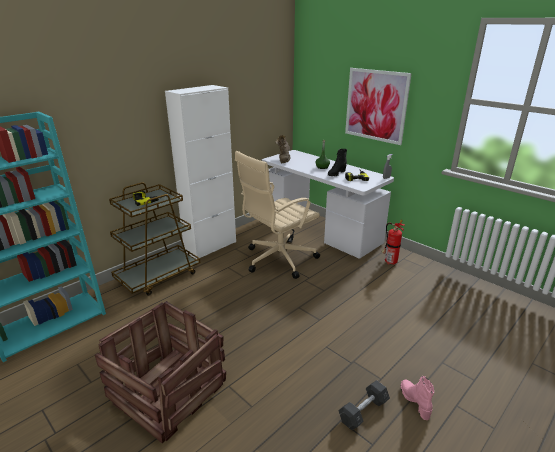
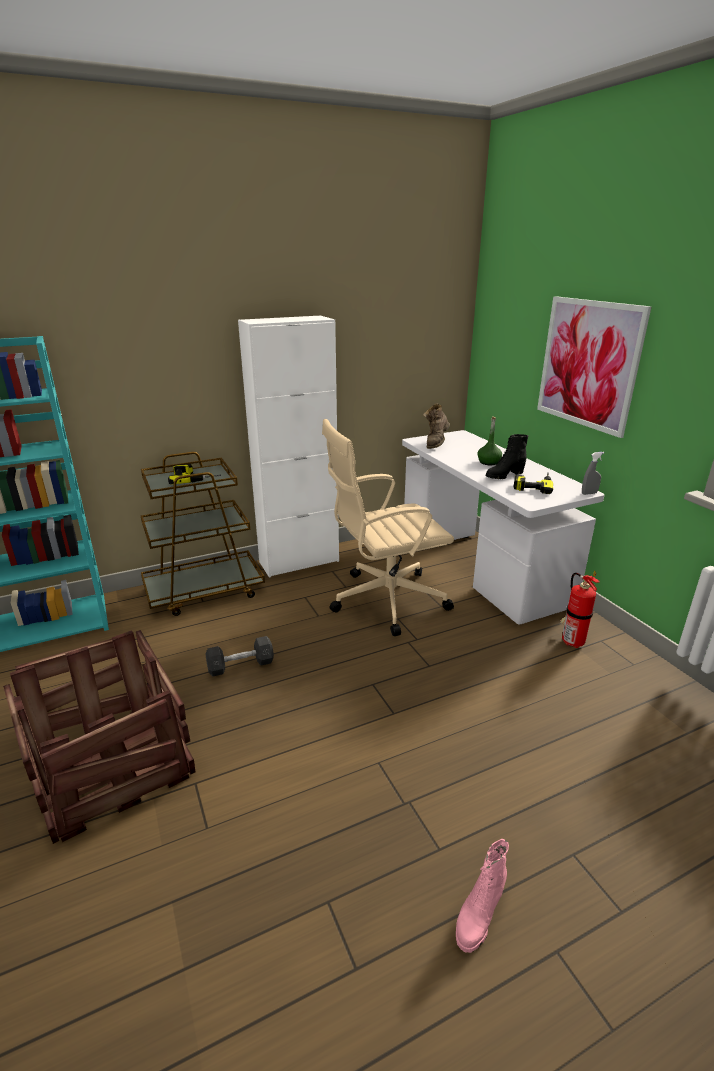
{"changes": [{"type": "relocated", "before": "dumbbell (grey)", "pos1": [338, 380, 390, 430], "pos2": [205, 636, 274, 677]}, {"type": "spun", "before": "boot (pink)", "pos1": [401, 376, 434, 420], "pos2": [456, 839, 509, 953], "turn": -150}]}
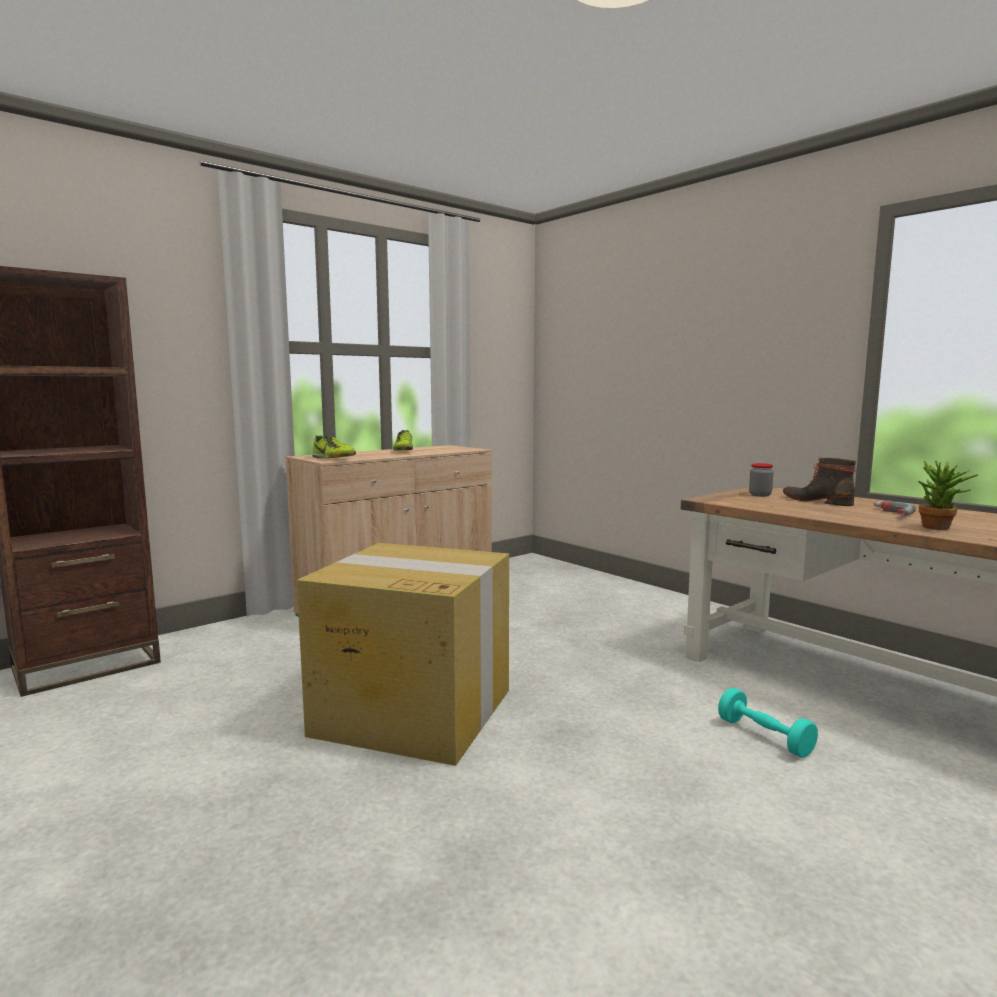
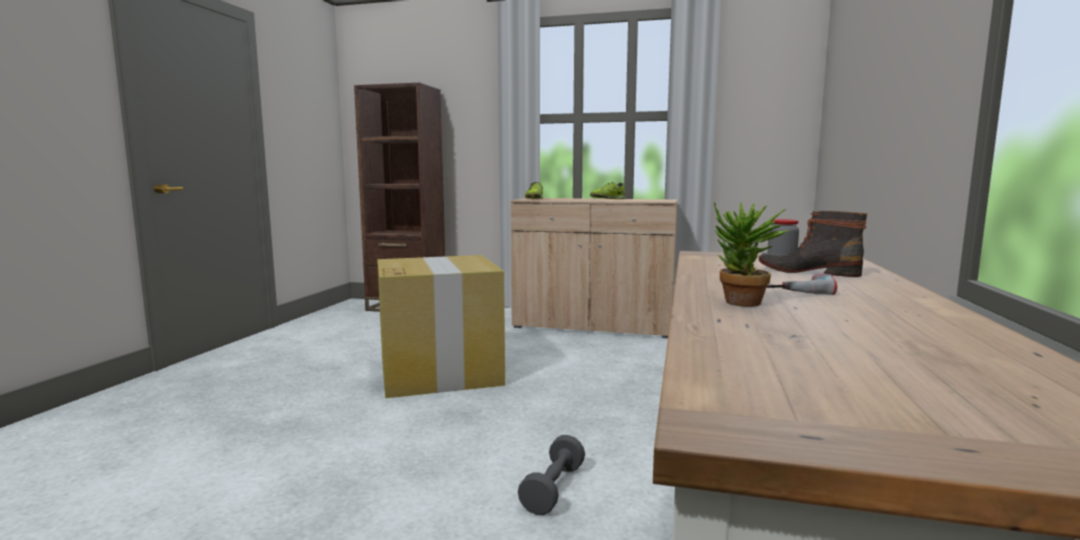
{"changes": [{"type": "colour", "before": "dumbbell (turquoise)", "after": "dumbbell (grey)", "pos1": [718, 688, 818, 758], "pos2": [518, 435, 585, 515]}, {"type": "spun", "before": "boot", "pos1": [783, 458, 856, 506], "pos2": [759, 211, 867, 277], "turn": -75}]}
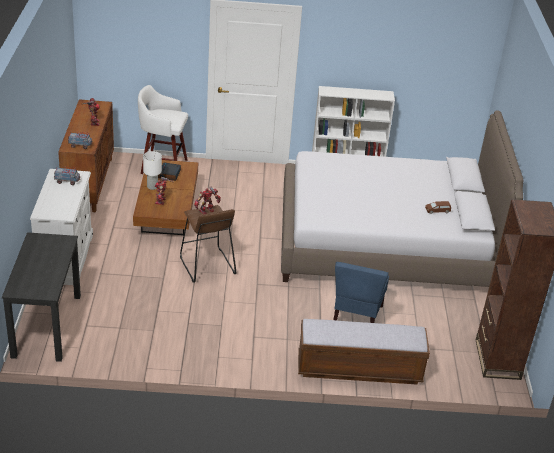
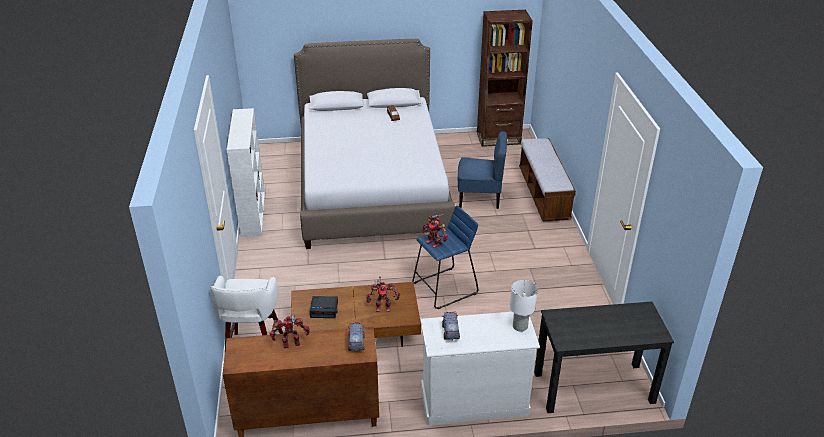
{"changes": [{"type": "relocated", "before": "table lamp (white)", "pos1": [143, 151, 162, 190], "pos2": [510, 280, 538, 332]}, {"type": "colour", "before": "stool (brown)", "after": "stool (blue)", "pos1": [180, 205, 236, 283], "pos2": [412, 205, 479, 309]}]}
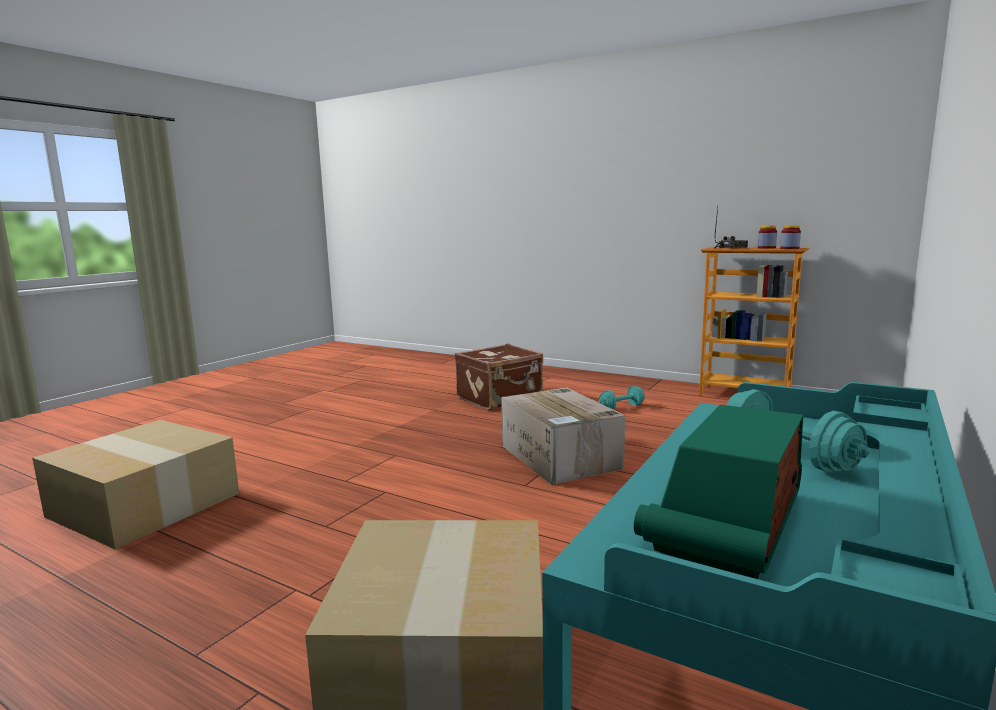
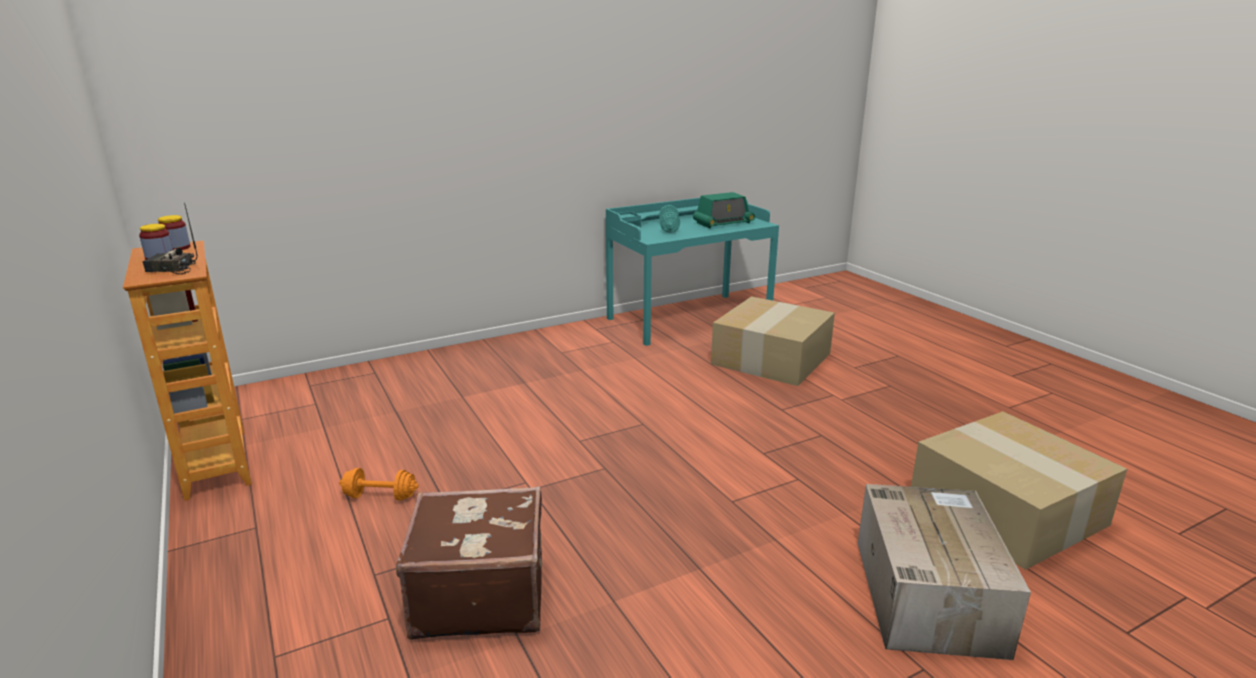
{"changes": [{"type": "relocated", "before": "cardboard box", "pos1": [501, 388, 625, 485], "pos2": [858, 484, 1031, 660]}, {"type": "colour", "before": "dumbbell (turquoise)", "after": "dumbbell (orange)", "pos1": [599, 386, 645, 410], "pos2": [339, 468, 419, 501]}]}
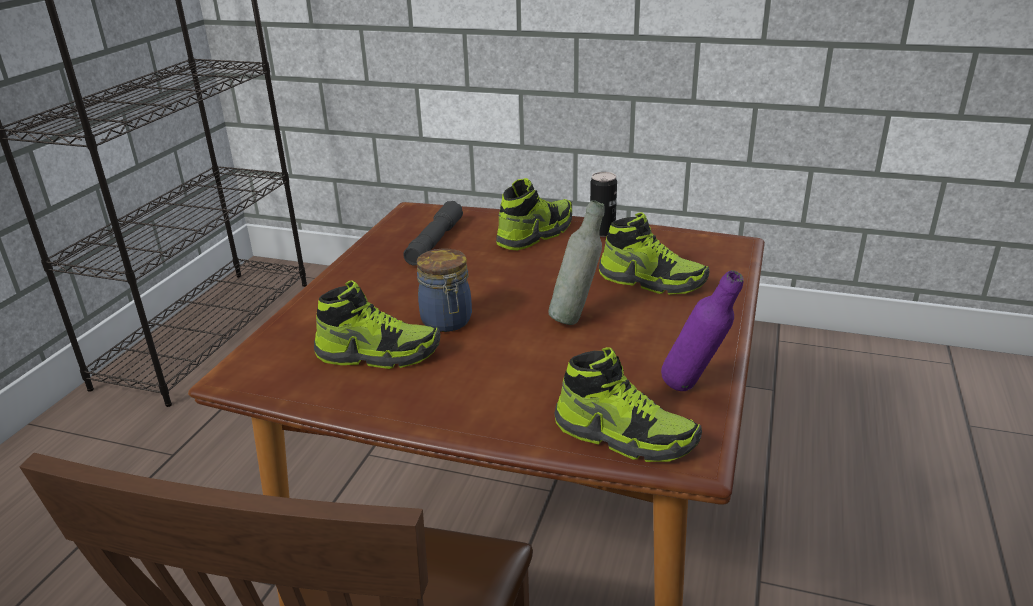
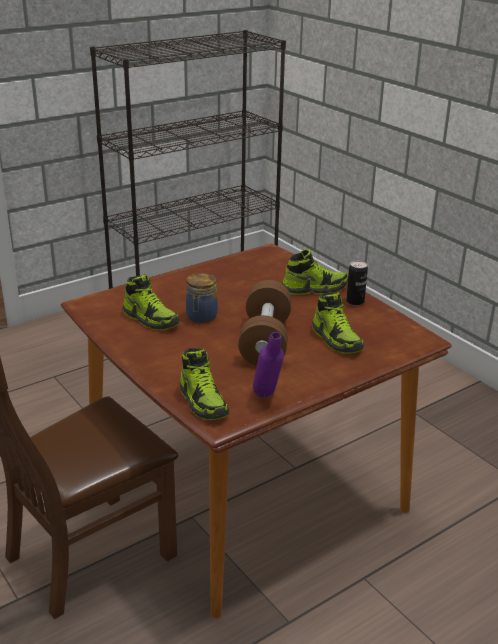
{"changes": [{"type": "missing", "before": "flashlight (grey)", "pos1": [403, 201, 463, 266]}, {"type": "exchanged", "before": "bottle (grey)", "after": "dumbbell (brown)", "pos1": [548, 200, 605, 325], "pos2": [238, 280, 291, 366]}]}
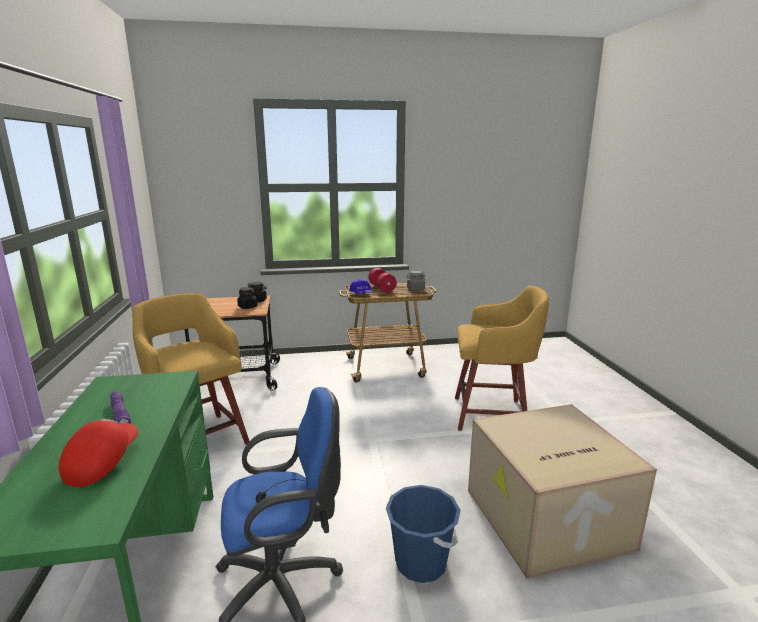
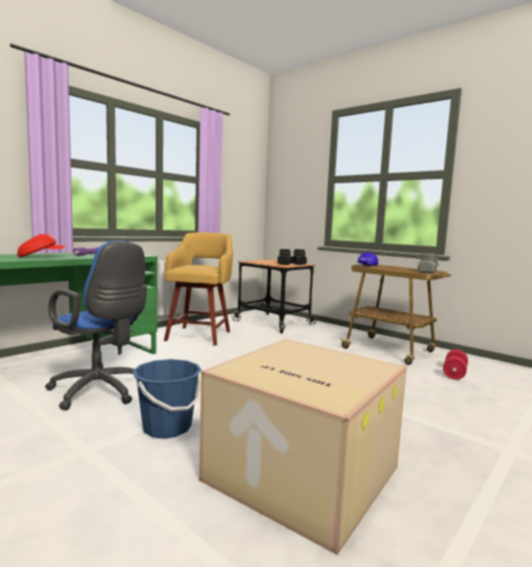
{"changes": [{"type": "relocated", "before": "dumbbell (red)", "pos1": [368, 268, 397, 292], "pos2": [443, 350, 468, 380]}, {"type": "missing", "before": "stool (yellow)", "pos1": [455, 286, 549, 431]}]}
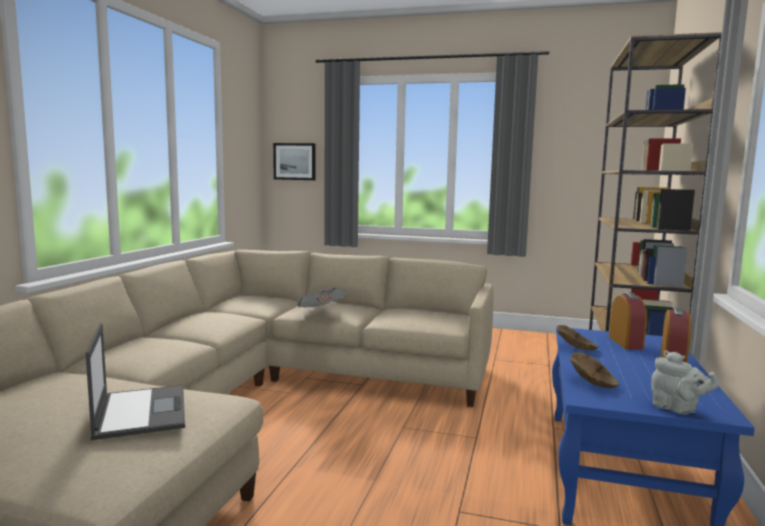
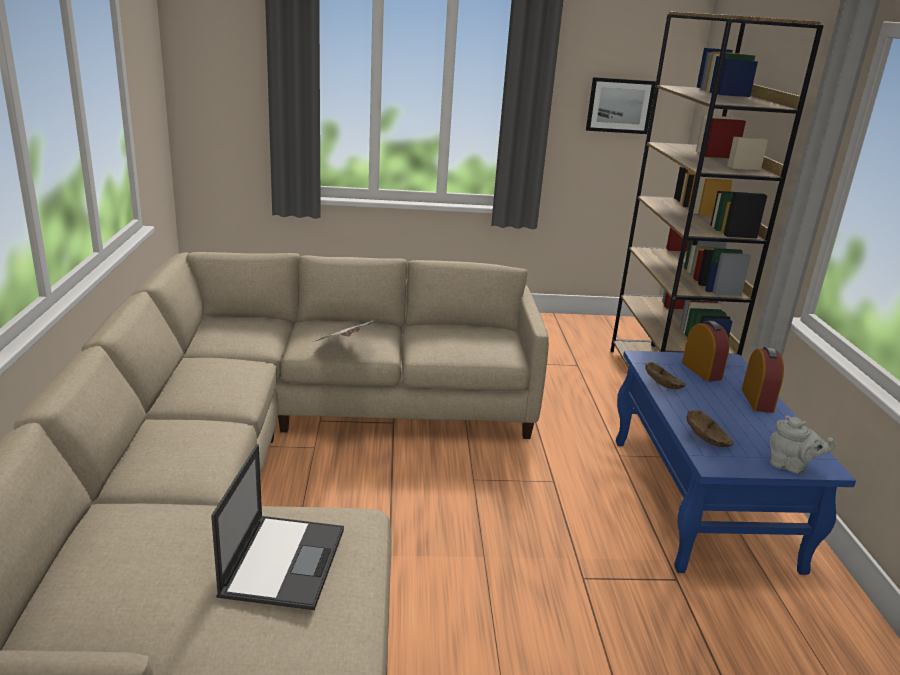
{"changes": [{"type": "spun", "before": "laptop", "pos1": [86, 323, 185, 440], "pos2": [211, 444, 344, 610], "turn": 45}, {"type": "relocated", "before": "picture", "pos1": [273, 143, 315, 180], "pos2": [586, 77, 656, 134]}]}
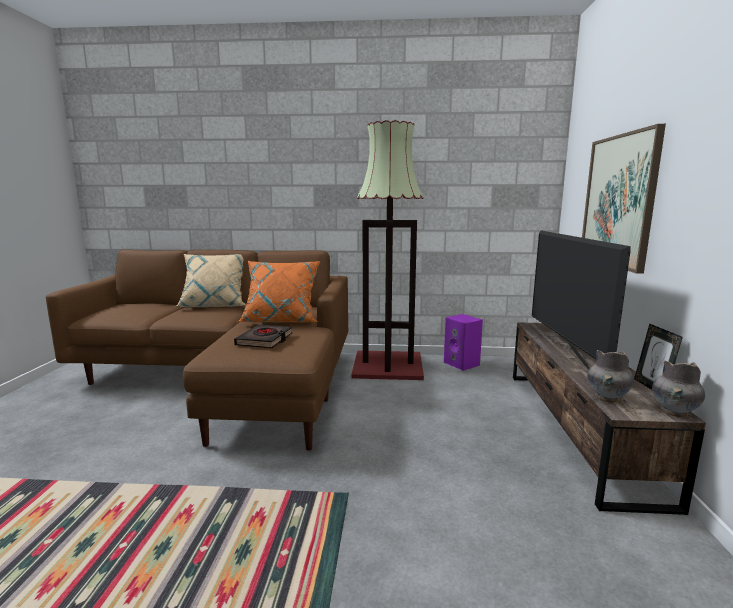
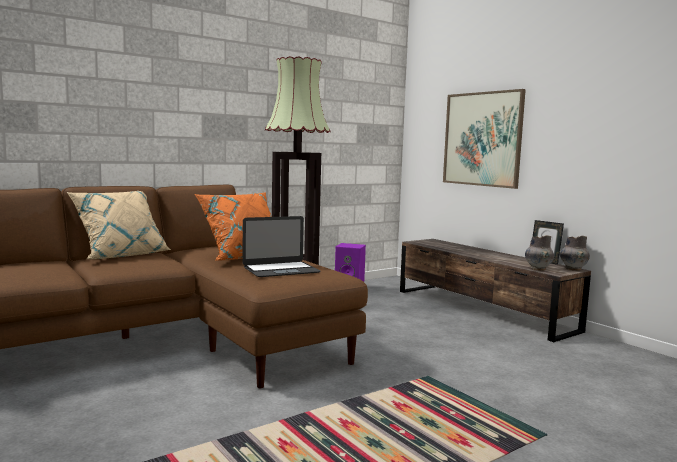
{"changes": [{"type": "exchanged", "before": "book (black)", "after": "laptop", "pos1": [234, 324, 293, 348], "pos2": [243, 216, 320, 277]}, {"type": "missing", "before": "television", "pos1": [532, 230, 631, 370]}]}
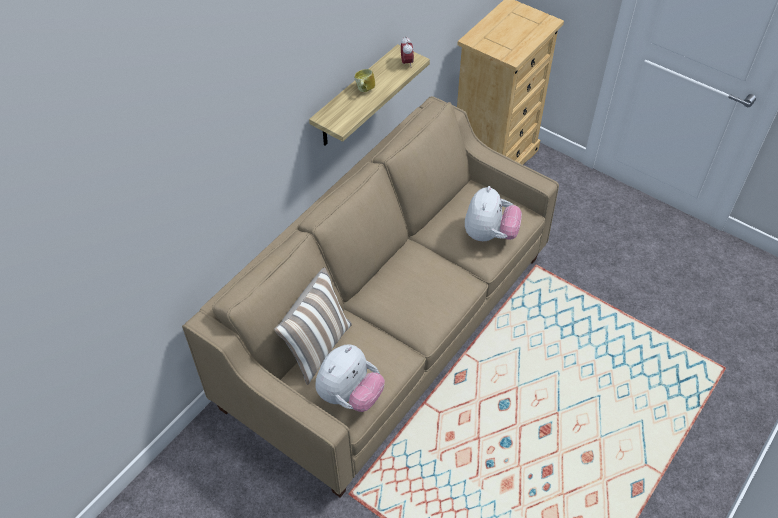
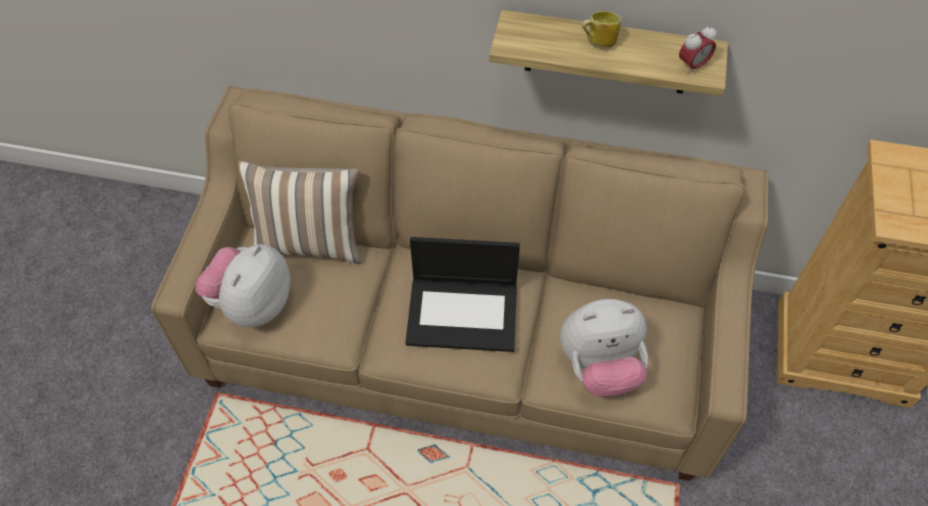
{"changes": [{"type": "spun", "before": "plush toy", "pos1": [315, 345, 385, 412], "pos2": [195, 244, 290, 328], "turn": 105}, {"type": "appeared", "after": "laptop", "pos2": [405, 237, 520, 352]}]}
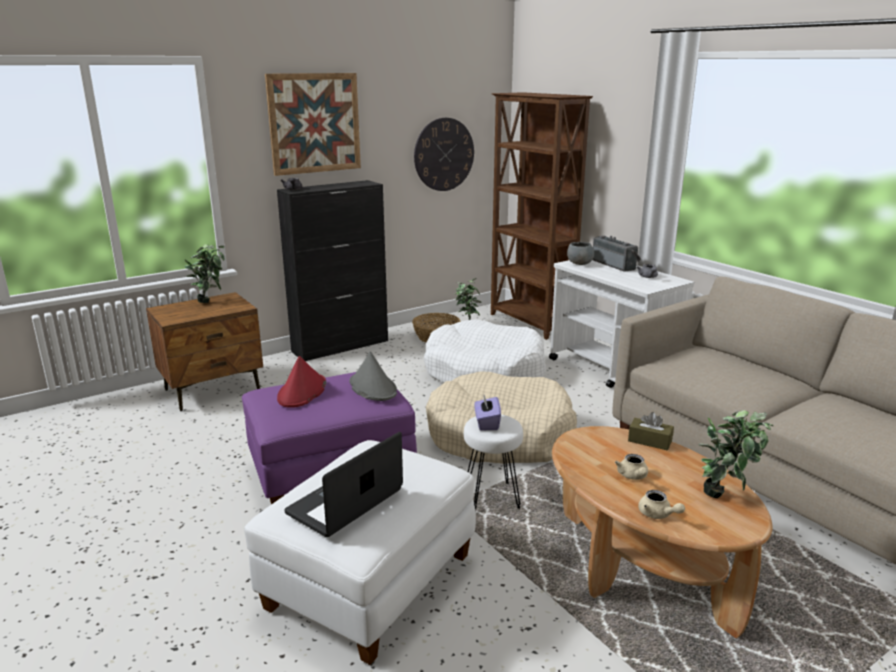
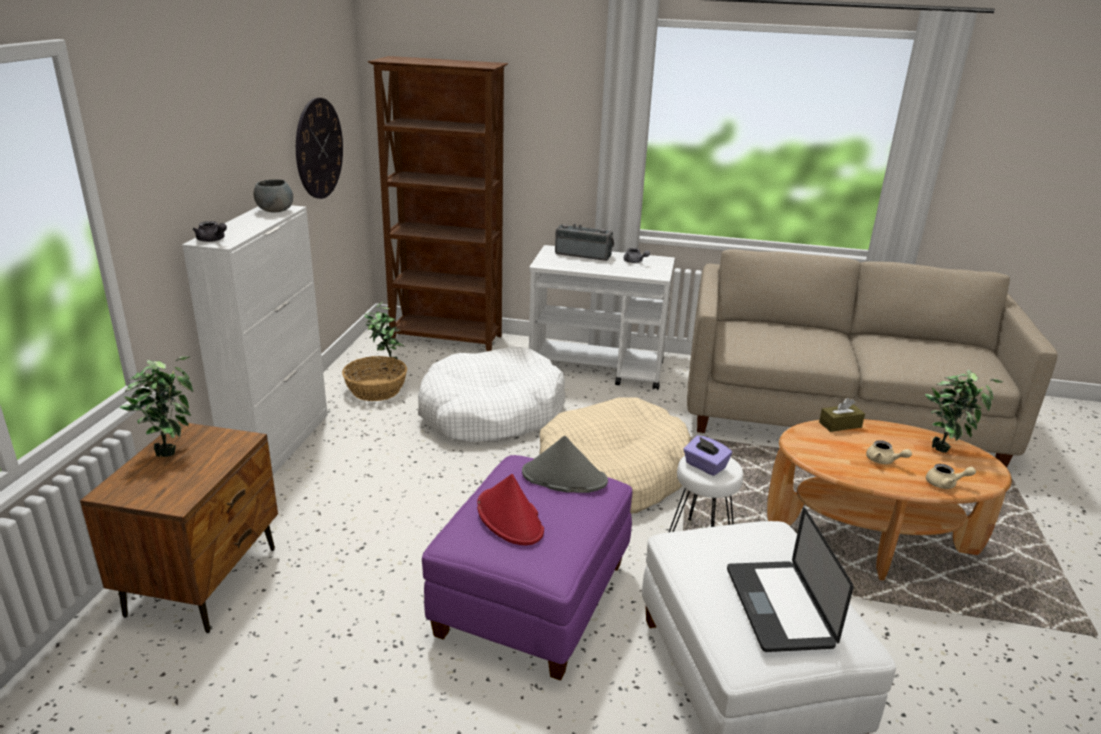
{"changes": [{"type": "missing", "before": "picture", "pos1": [265, 73, 361, 176]}, {"type": "colour", "before": "cabinet (black)", "after": "cabinet (white)", "pos1": [277, 180, 388, 361], "pos2": [182, 205, 328, 476]}, {"type": "relocated", "before": "bowl (grey)", "pos1": [567, 242, 594, 265], "pos2": [254, 179, 293, 213]}]}
